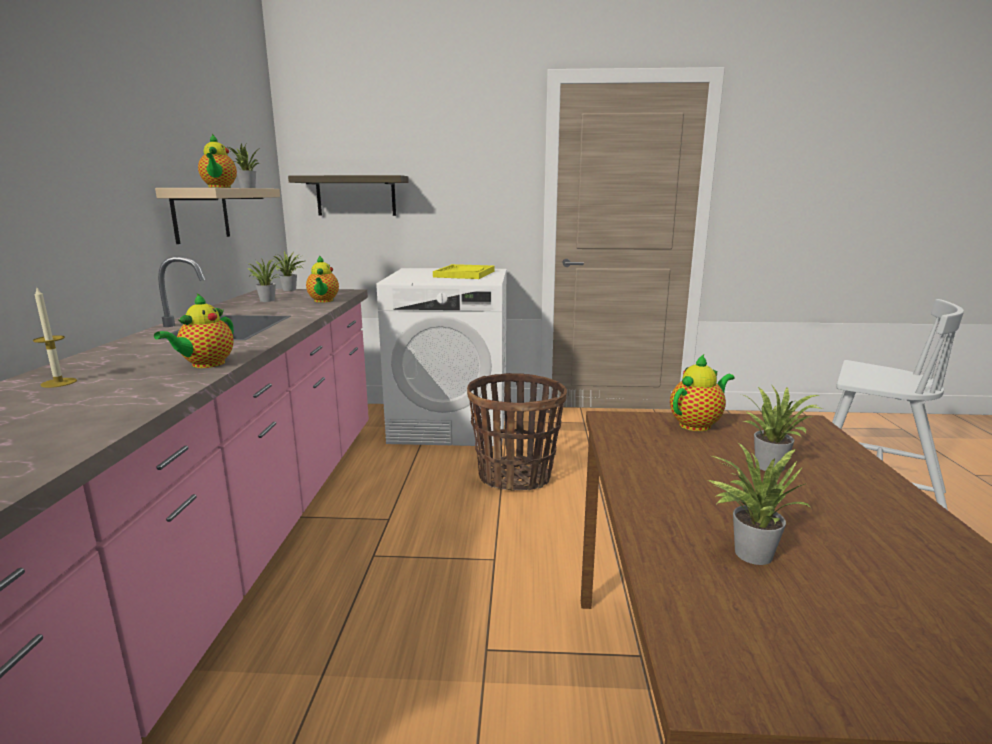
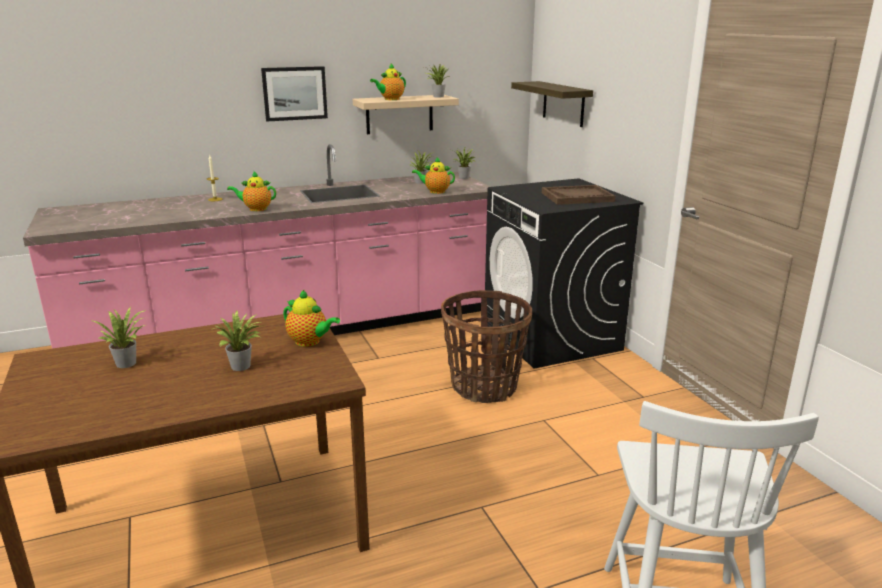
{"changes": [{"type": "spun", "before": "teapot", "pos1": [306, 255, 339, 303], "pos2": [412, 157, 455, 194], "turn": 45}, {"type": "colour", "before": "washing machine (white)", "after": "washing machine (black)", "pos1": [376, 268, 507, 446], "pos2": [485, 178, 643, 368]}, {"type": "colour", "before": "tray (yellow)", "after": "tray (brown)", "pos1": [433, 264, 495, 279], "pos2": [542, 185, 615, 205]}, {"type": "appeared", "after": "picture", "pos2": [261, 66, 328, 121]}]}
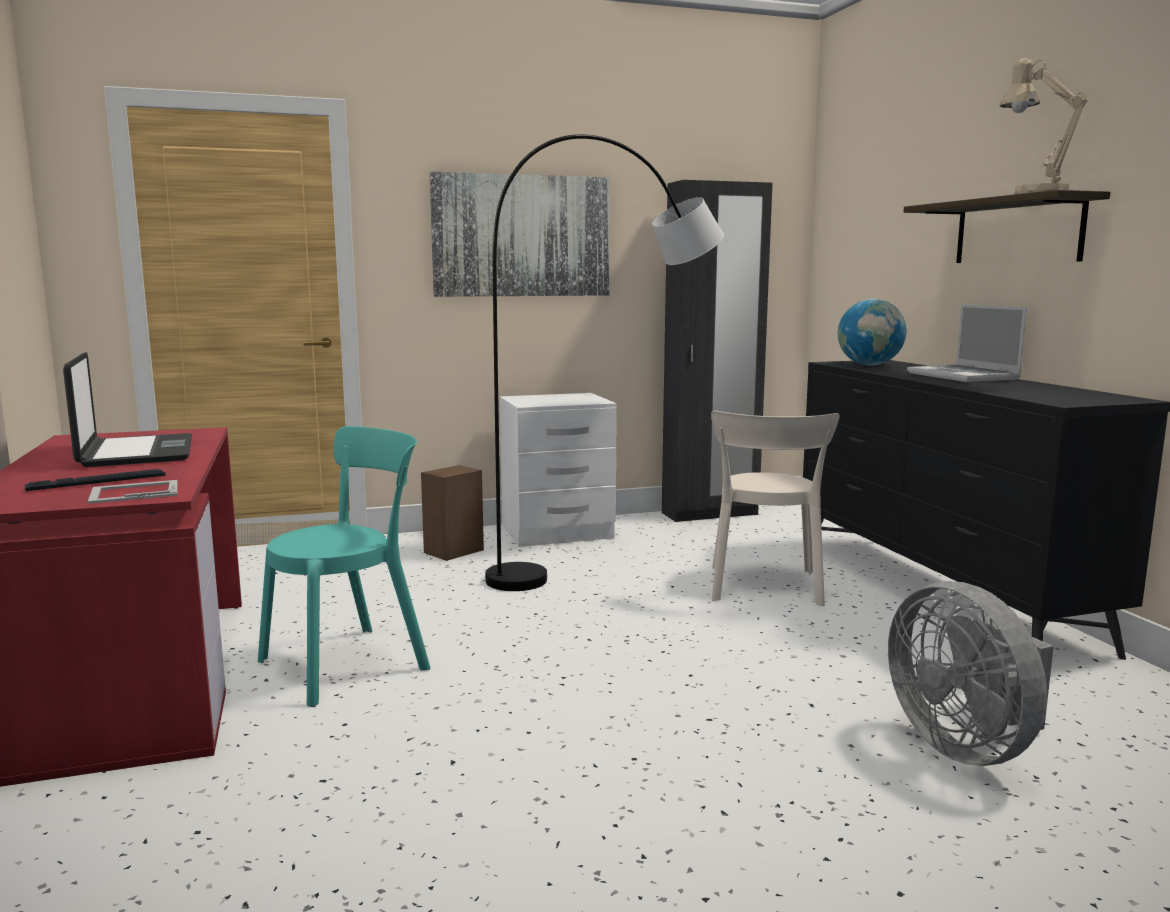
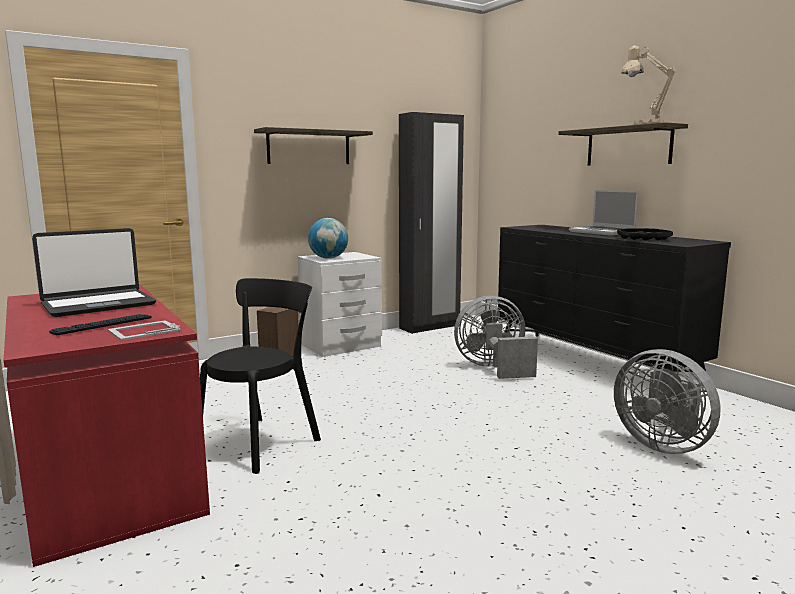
{"changes": [{"type": "spun", "before": "laptop", "pos1": [63, 352, 192, 467], "pos2": [32, 228, 156, 317], "turn": 90}, {"type": "colour", "before": "chair (turquoise)", "after": "chair (black)", "pos1": [258, 426, 431, 707], "pos2": [200, 278, 321, 474]}, {"type": "exchanged", "before": "picture", "after": "shelf", "pos1": [429, 172, 610, 297], "pos2": [254, 127, 373, 164]}, {"type": "missing", "before": "floor lamp (grey)", "pos1": [485, 134, 724, 591]}, {"type": "exchanged", "before": "chair (beige)", "after": "fan (grey)", "pos1": [711, 410, 840, 606], "pos2": [454, 296, 538, 379]}, {"type": "relocated", "before": "globe", "pos1": [838, 299, 906, 365], "pos2": [308, 218, 348, 259]}, {"type": "appeared", "after": "tray (black)", "pos2": [617, 228, 673, 241]}]}
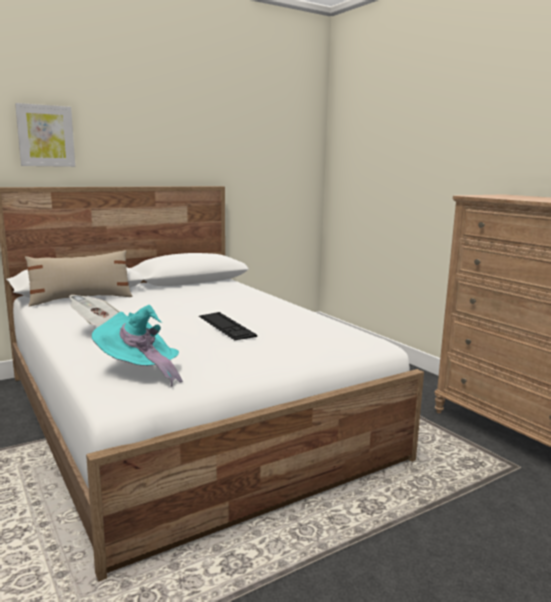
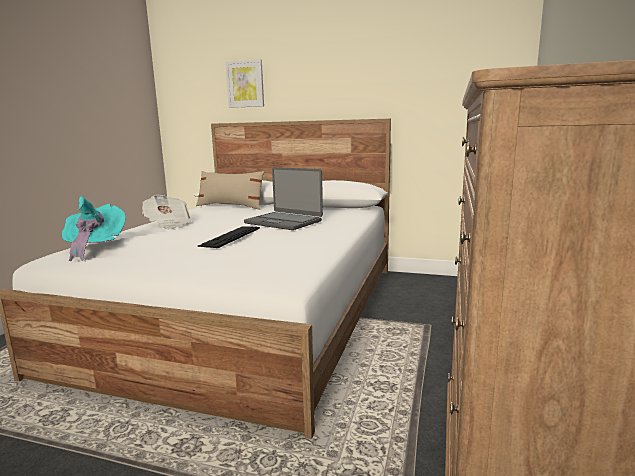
{"changes": [{"type": "appeared", "after": "laptop", "pos2": [244, 167, 323, 230]}]}
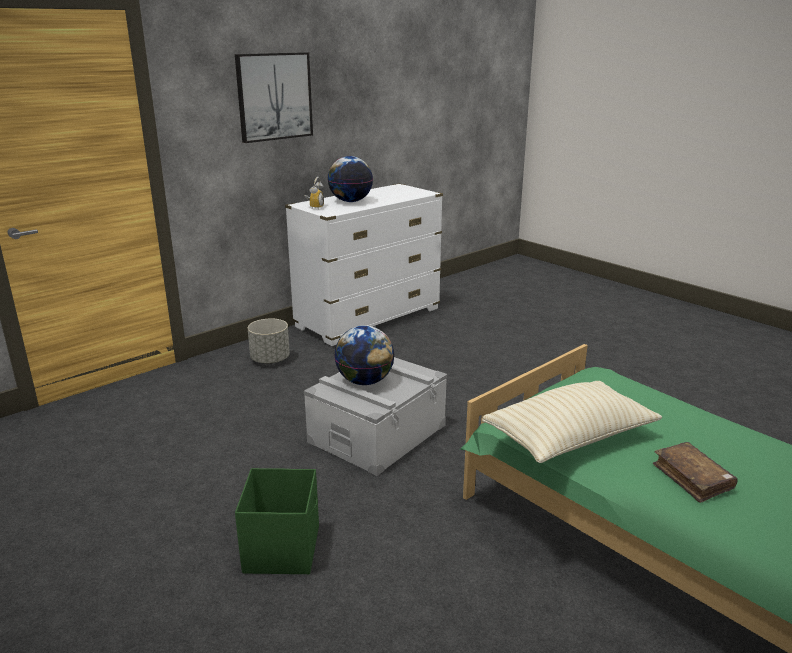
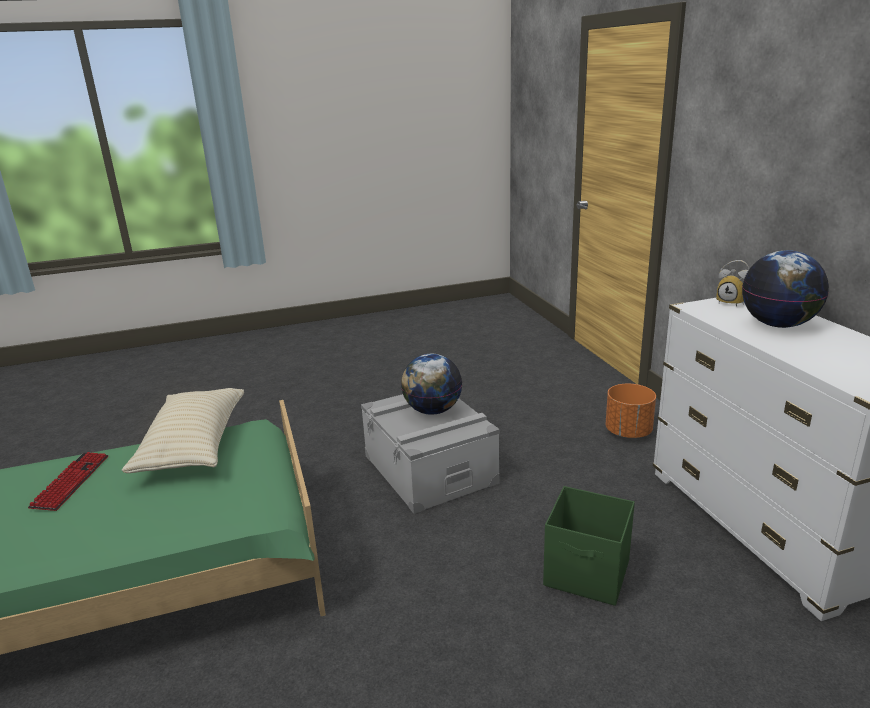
{"changes": [{"type": "missing", "before": "picture", "pos1": [235, 52, 313, 143]}, {"type": "relocated", "before": "storage box (green)", "pos1": [235, 468, 319, 574], "pos2": [543, 486, 635, 606]}, {"type": "colour", "before": "planter (grey)", "after": "planter (orange)", "pos1": [248, 318, 290, 364], "pos2": [605, 384, 656, 438]}, {"type": "exchanged", "before": "book (brown)", "after": "keyboard", "pos1": [653, 442, 738, 503], "pos2": [28, 452, 109, 511]}]}
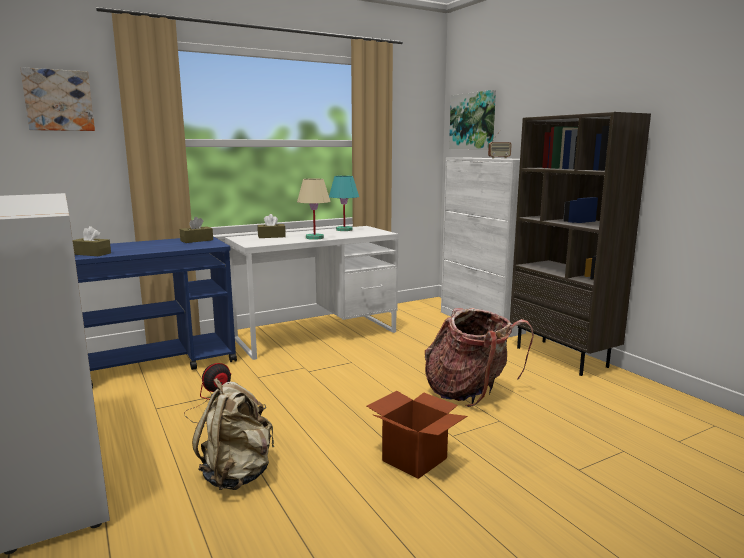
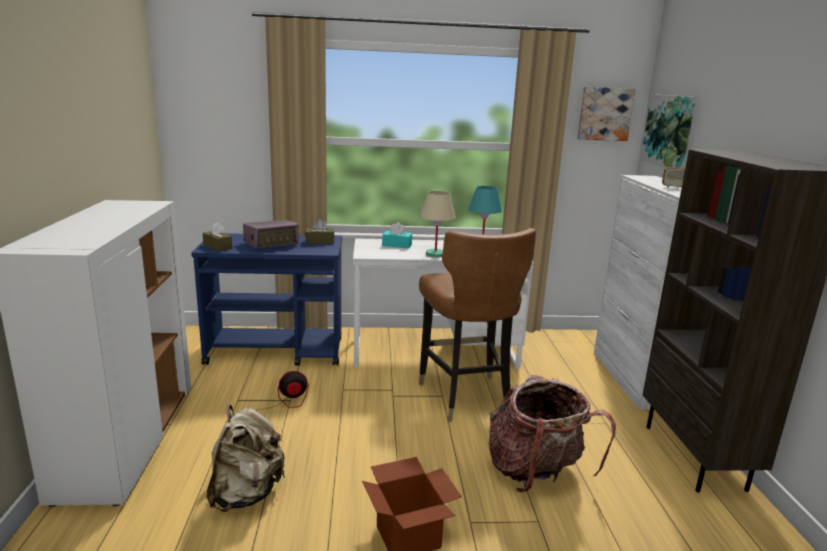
{"changes": [{"type": "relocated", "before": "picture", "pos1": [20, 67, 95, 131], "pos2": [577, 87, 636, 141]}, {"type": "colour", "before": "tissue box (brown)", "after": "tissue box (turquoise)", "pos1": [257, 214, 286, 238], "pos2": [382, 222, 412, 248]}, {"type": "appeared", "after": "radio", "pos2": [243, 220, 299, 249]}, {"type": "appeared", "after": "chair (brown)", "pos2": [419, 228, 536, 422]}]}
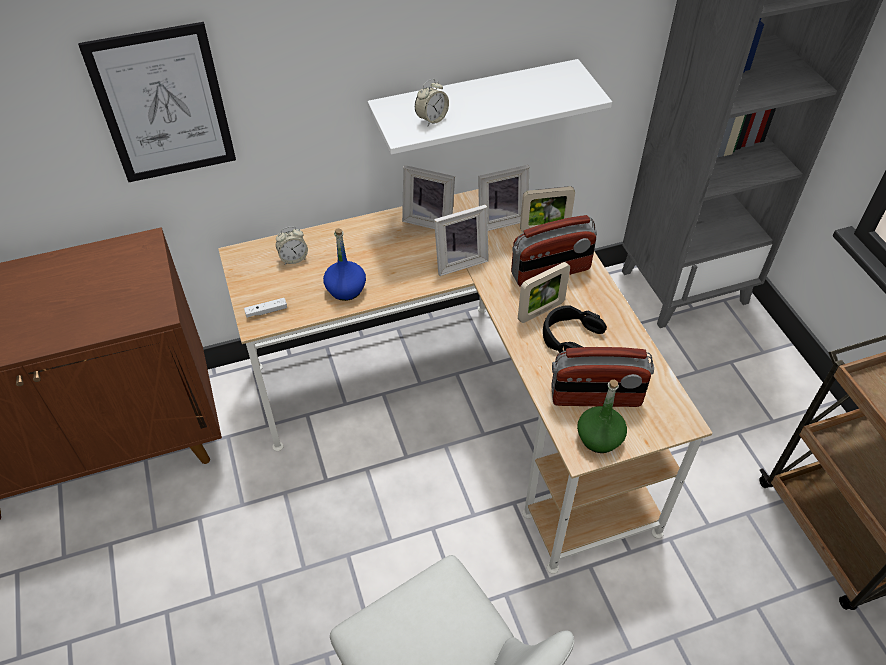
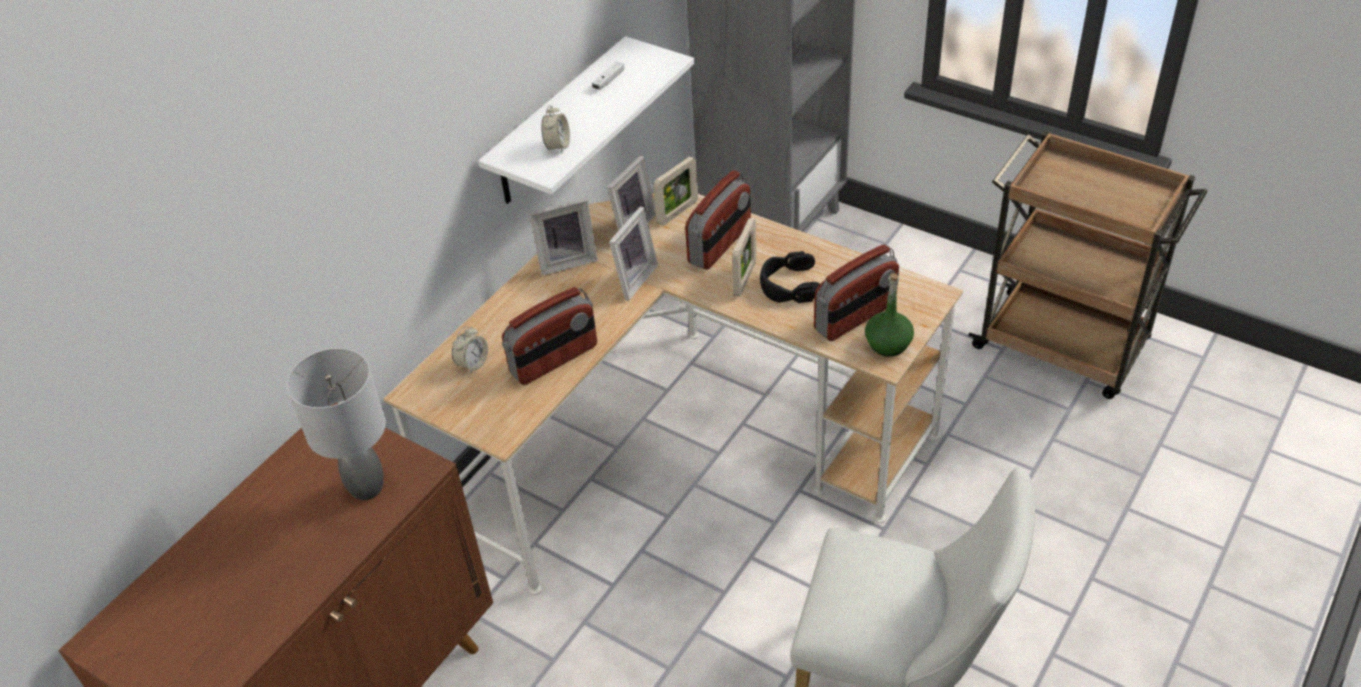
{"changes": [{"type": "missing", "before": "picture", "pos1": [78, 22, 236, 182]}, {"type": "relocated", "before": "game controller (white)", "pos1": [244, 298, 287, 318], "pos2": [592, 61, 624, 90]}, {"type": "exchanged", "before": "bottle (blue)", "after": "radio", "pos1": [323, 228, 366, 301], "pos2": [502, 287, 597, 385]}, {"type": "appeared", "after": "table lamp (grey)", "pos2": [287, 348, 386, 500]}]}
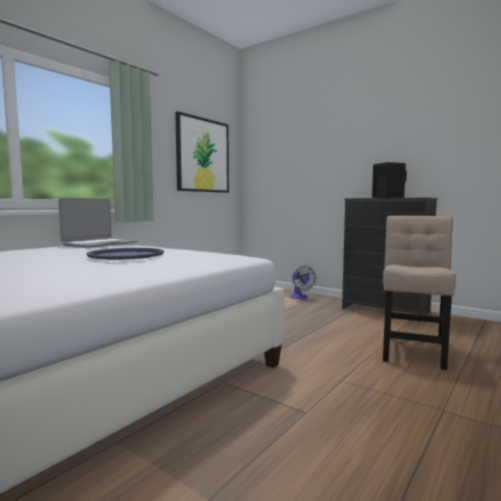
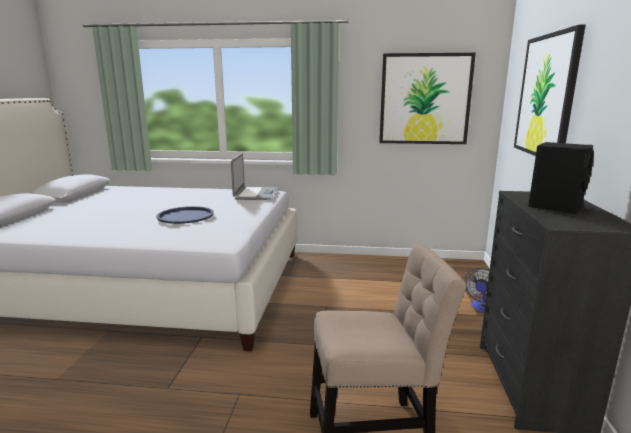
{"changes": [{"type": "spun", "before": "laptop", "pos1": [58, 198, 138, 248], "pos2": [231, 153, 277, 200], "turn": -90}, {"type": "appeared", "after": "picture", "pos2": [514, 25, 585, 156]}]}
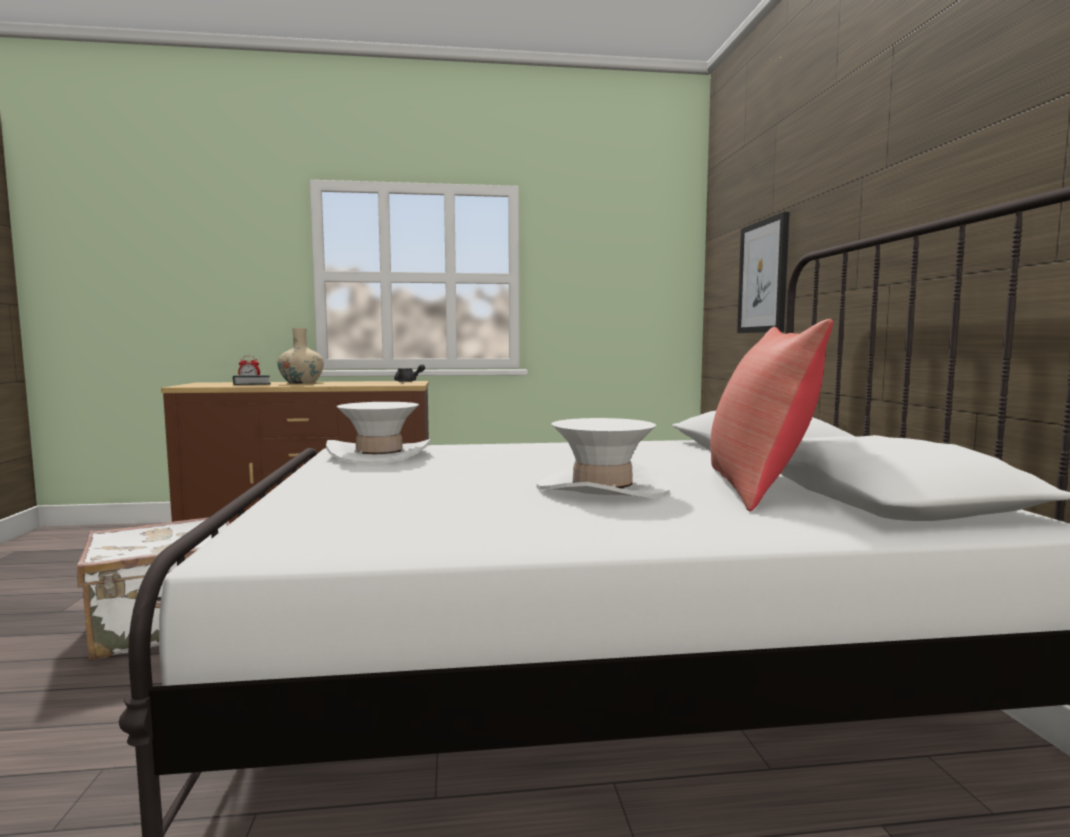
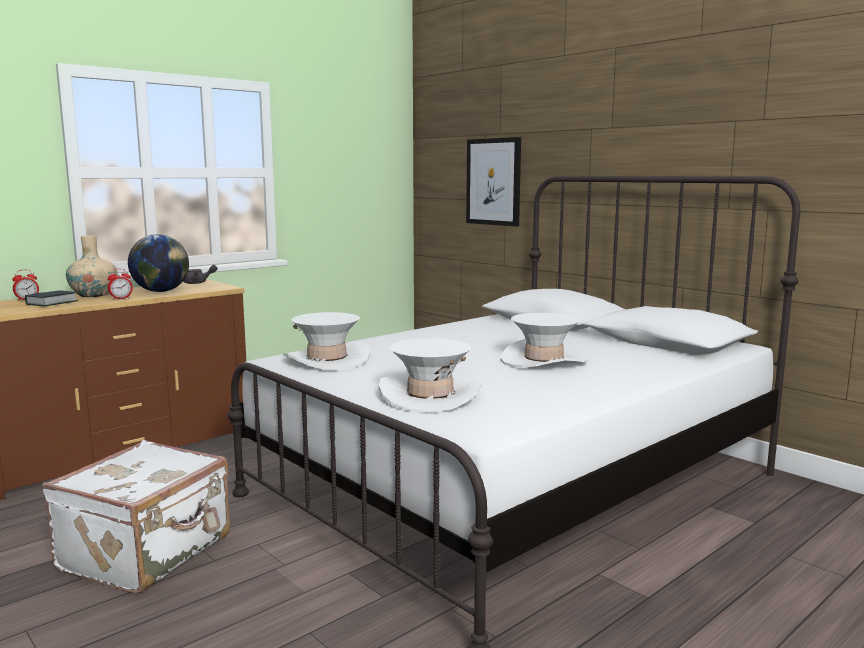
{"changes": [{"type": "missing", "before": "pillow (red)", "pos1": [710, 319, 833, 511]}, {"type": "appeared", "after": "alarm clock", "pos2": [108, 269, 133, 300]}, {"type": "appeared", "after": "globe", "pos2": [128, 234, 189, 292]}, {"type": "appeared", "after": "hat (white)", "pos2": [379, 338, 482, 413]}]}
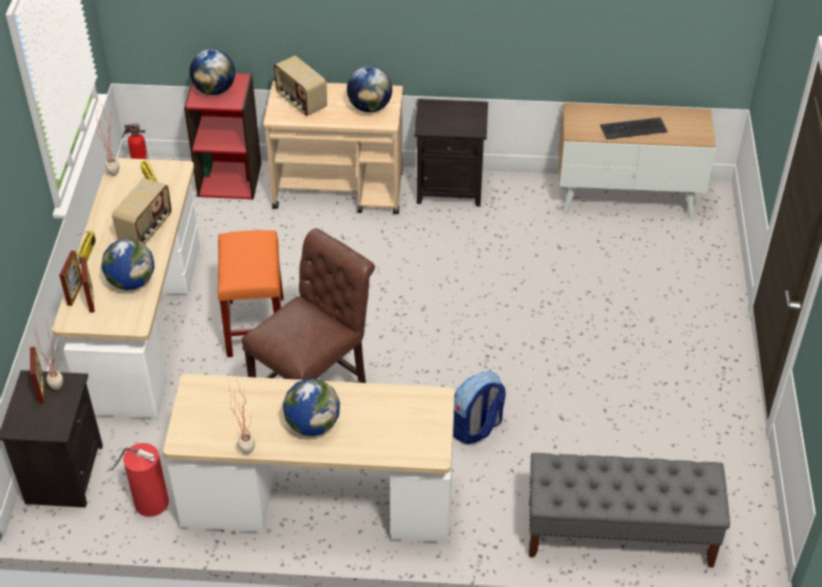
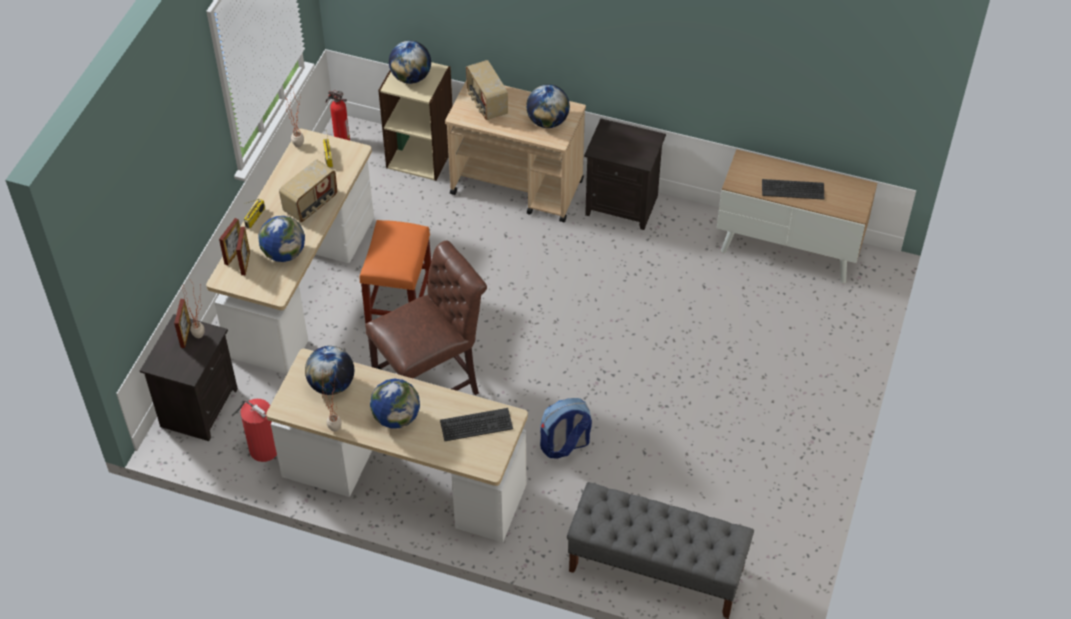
{"changes": [{"type": "colour", "before": "bookcase (red)", "after": "bookcase (beige)", "pos1": [184, 73, 261, 200], "pos2": [378, 62, 453, 181]}, {"type": "appeared", "after": "globe", "pos2": [305, 346, 354, 395]}, {"type": "appeared", "after": "keyboard", "pos2": [440, 408, 513, 441]}]}
